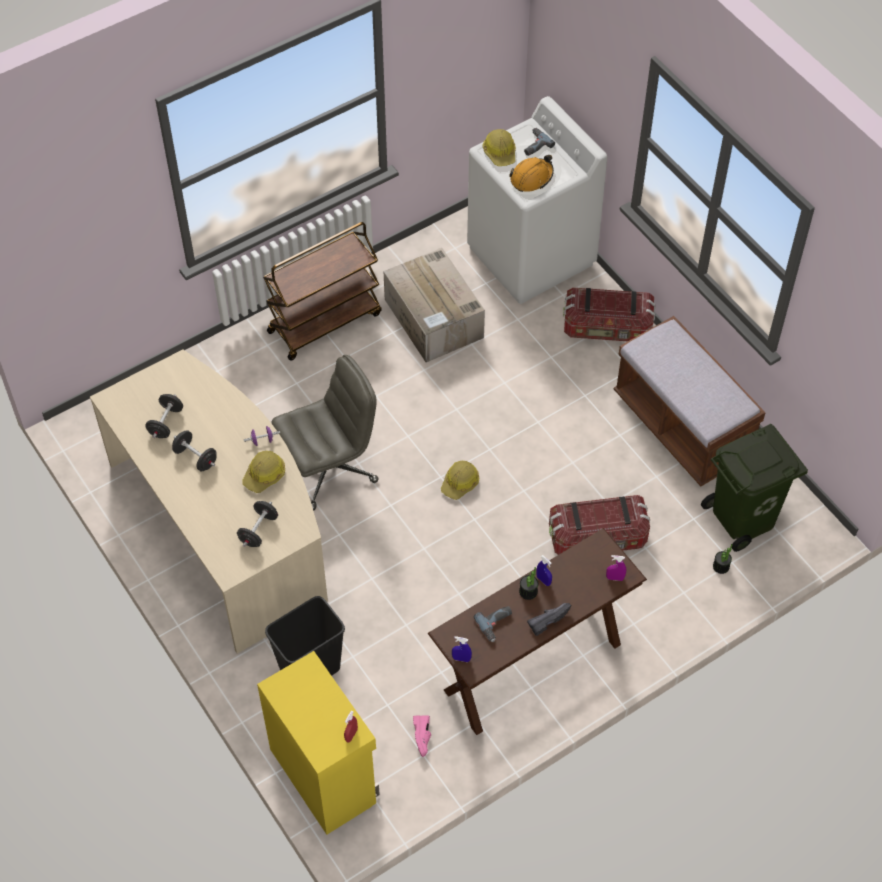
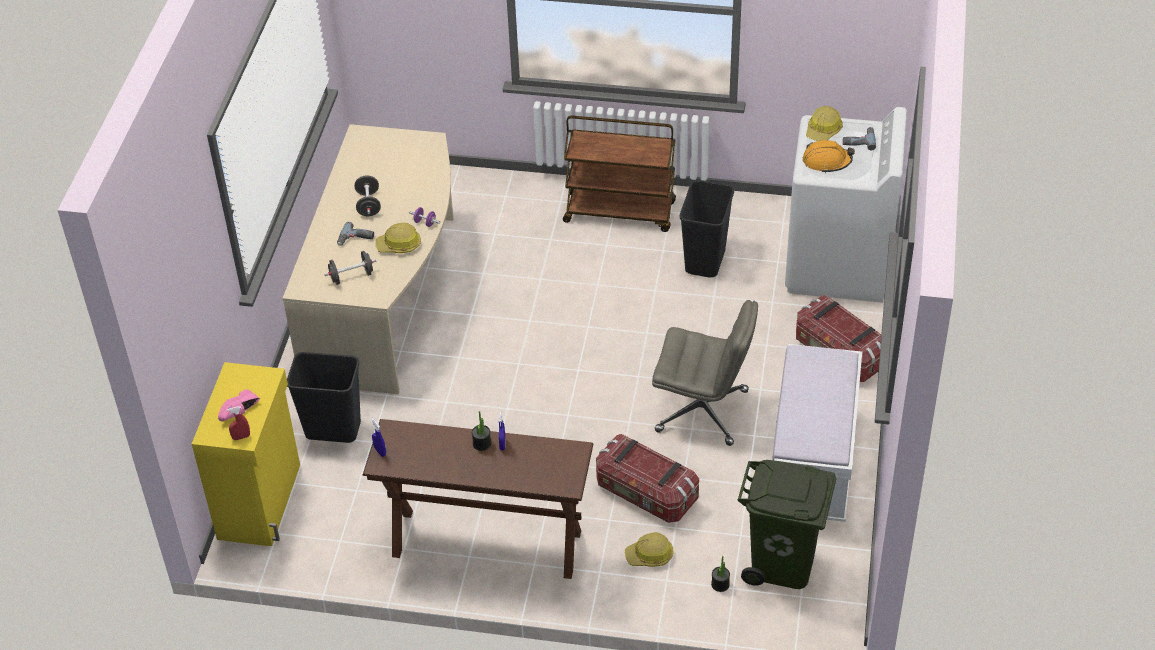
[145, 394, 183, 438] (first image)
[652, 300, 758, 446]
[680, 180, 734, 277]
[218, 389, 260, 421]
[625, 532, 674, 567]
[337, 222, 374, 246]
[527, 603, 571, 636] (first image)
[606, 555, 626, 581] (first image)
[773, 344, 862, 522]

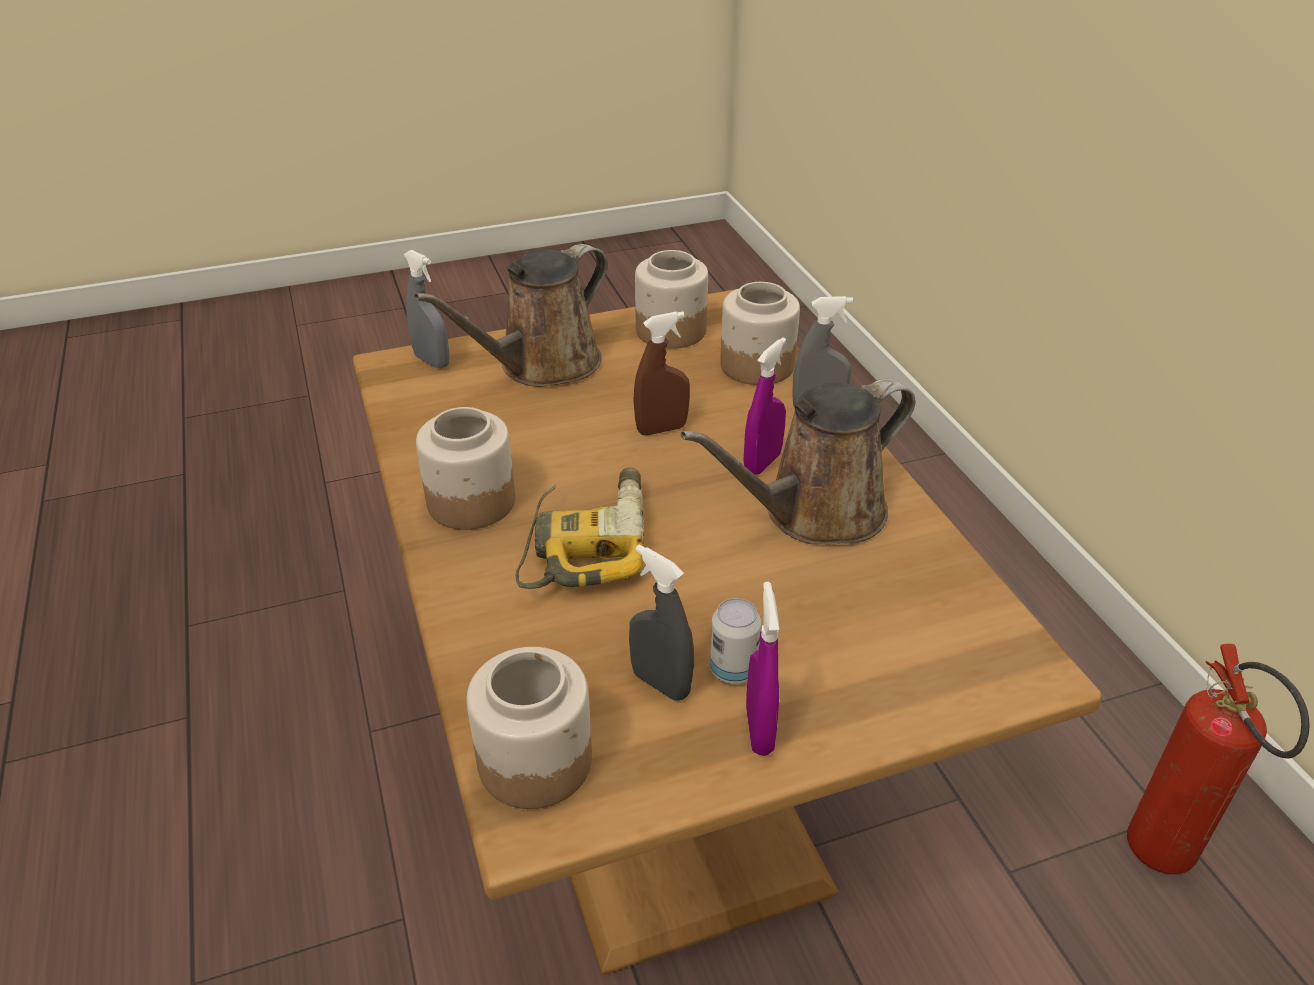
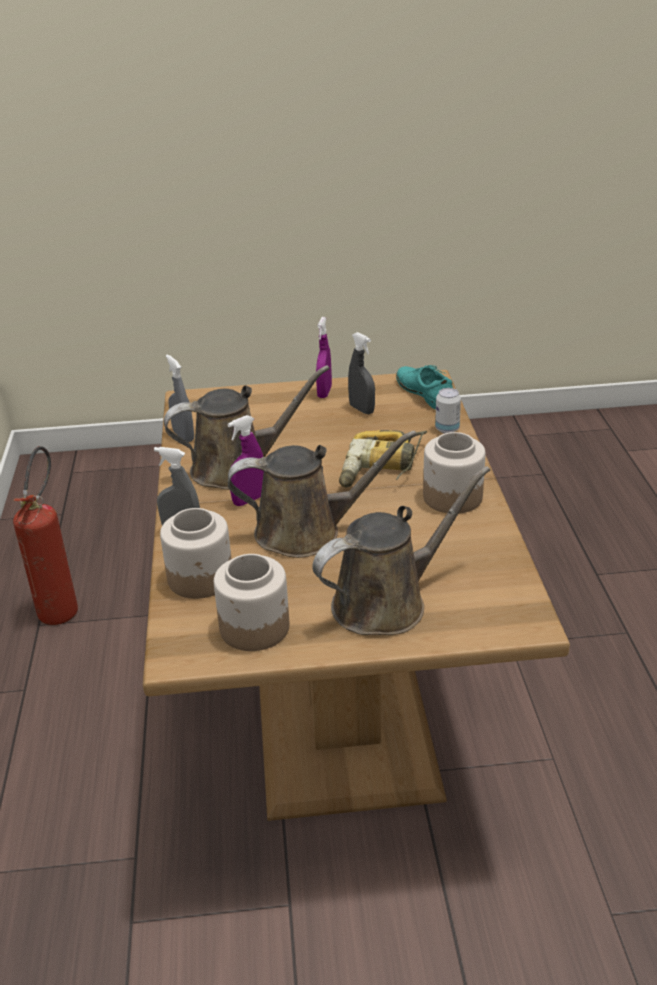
[166, 354, 194, 442]
[396, 365, 453, 410]
[228, 431, 417, 558]
[435, 388, 461, 433]

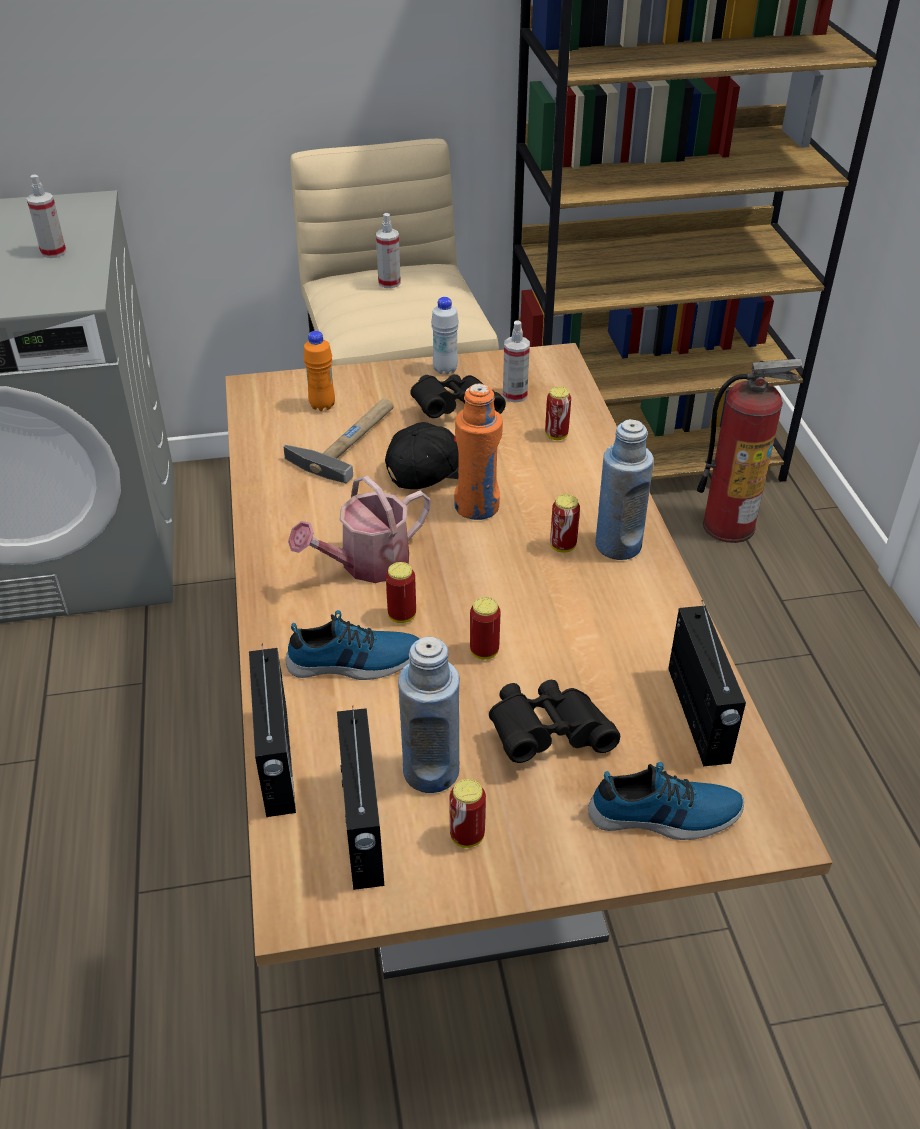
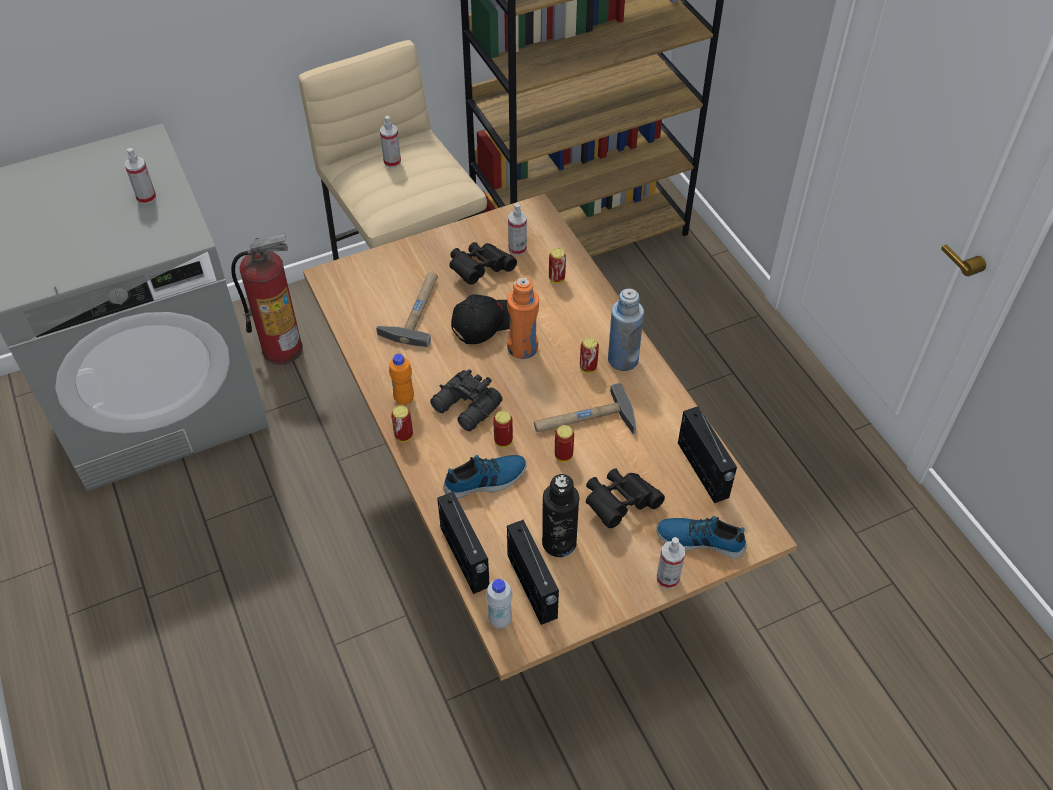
[430, 369, 502, 431]
[389, 354, 414, 405]
[542, 474, 579, 557]
[486, 579, 512, 629]
[391, 406, 413, 442]
[656, 516, 747, 559]
[231, 234, 303, 365]
[534, 383, 636, 434]
[657, 537, 685, 589]

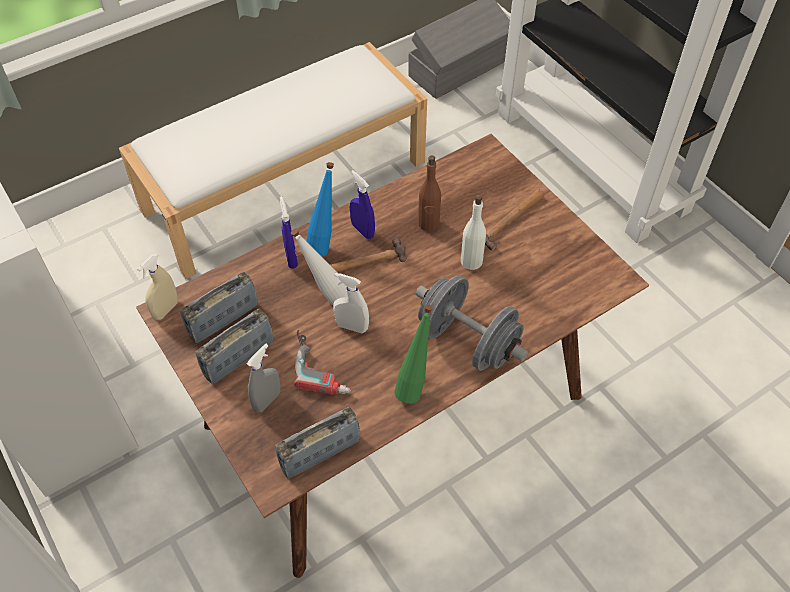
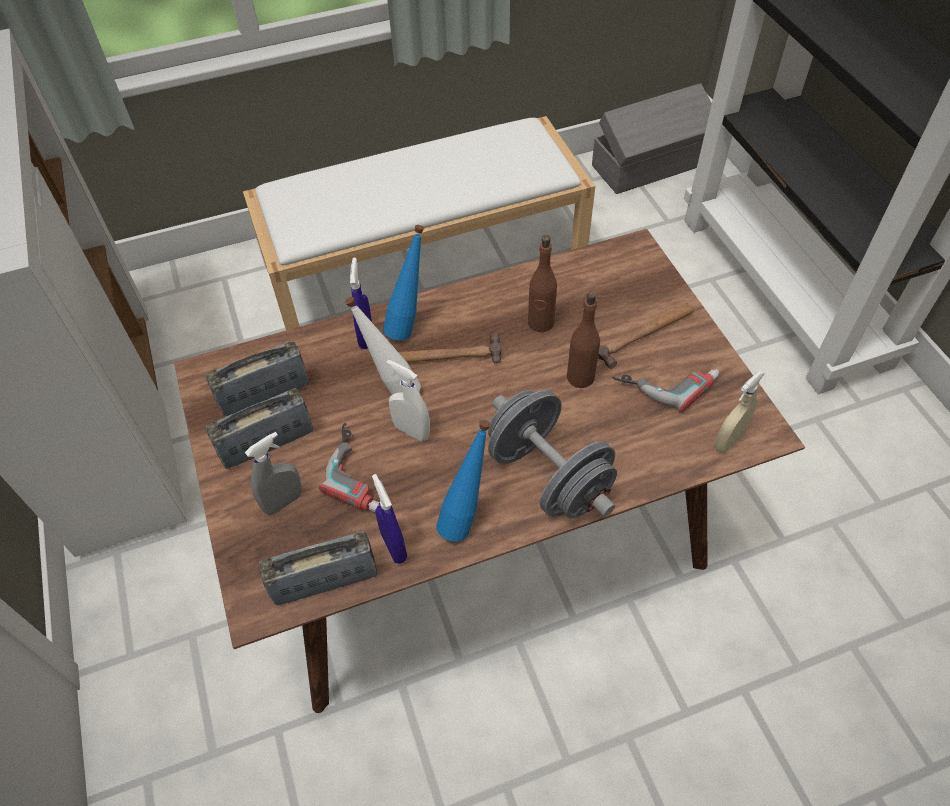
[715, 371, 765, 453]
[372, 474, 407, 564]
[436, 420, 491, 542]
[567, 292, 600, 388]
[612, 369, 719, 413]

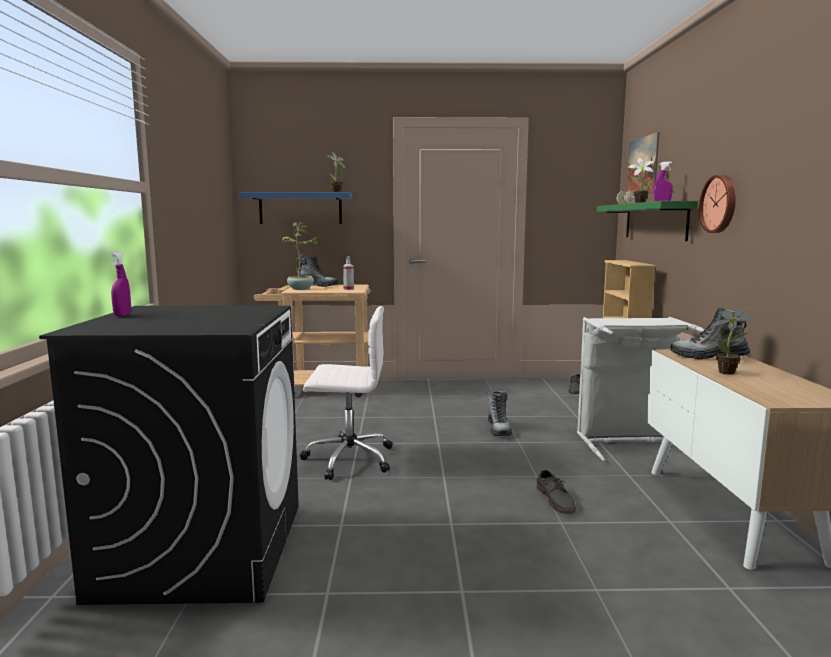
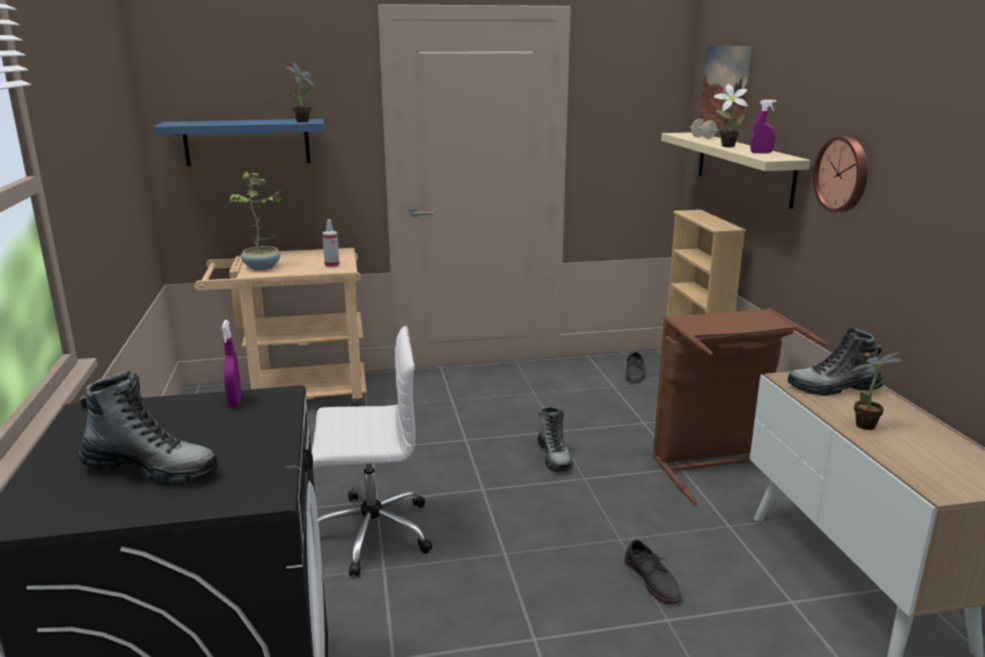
[221, 320, 242, 406]
[79, 370, 218, 487]
[652, 308, 827, 505]
[661, 132, 811, 209]

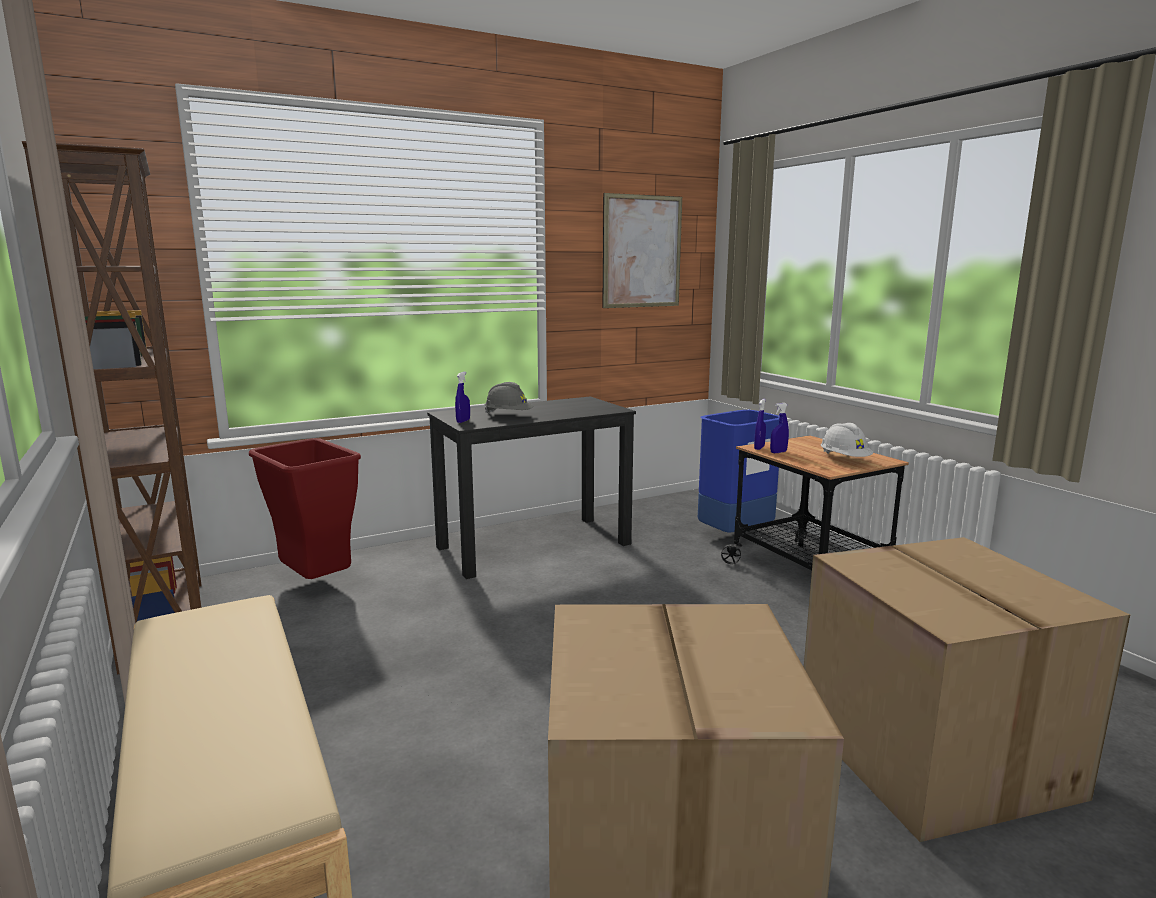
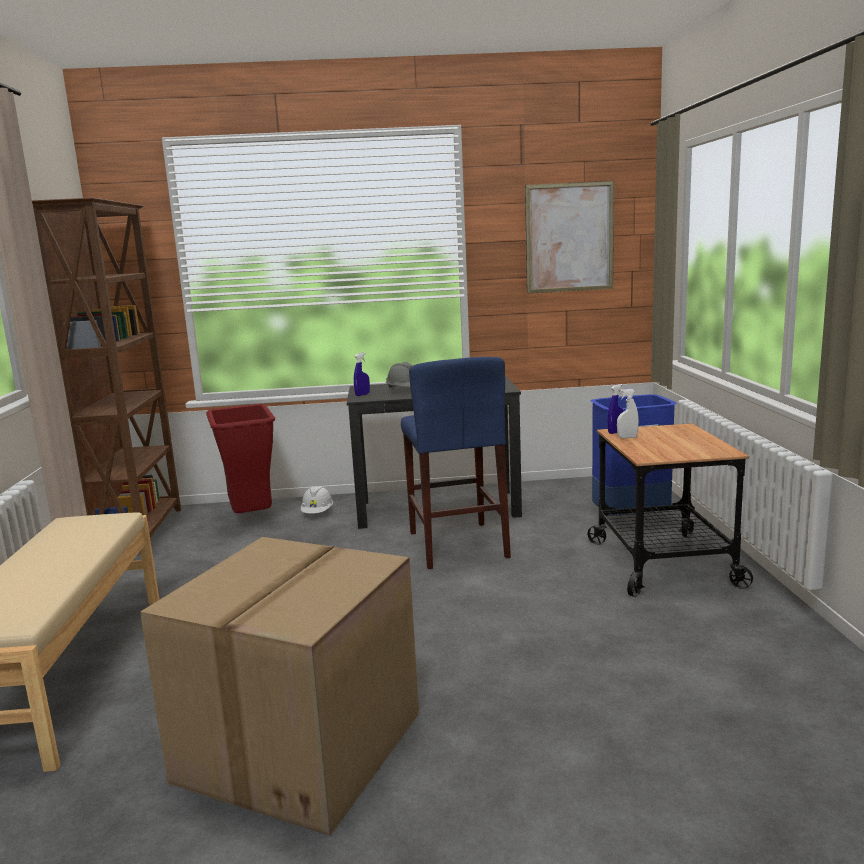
[617, 389, 639, 438]
[804, 537, 1130, 842] (first image)
[301, 486, 333, 514]
[401, 357, 511, 569]

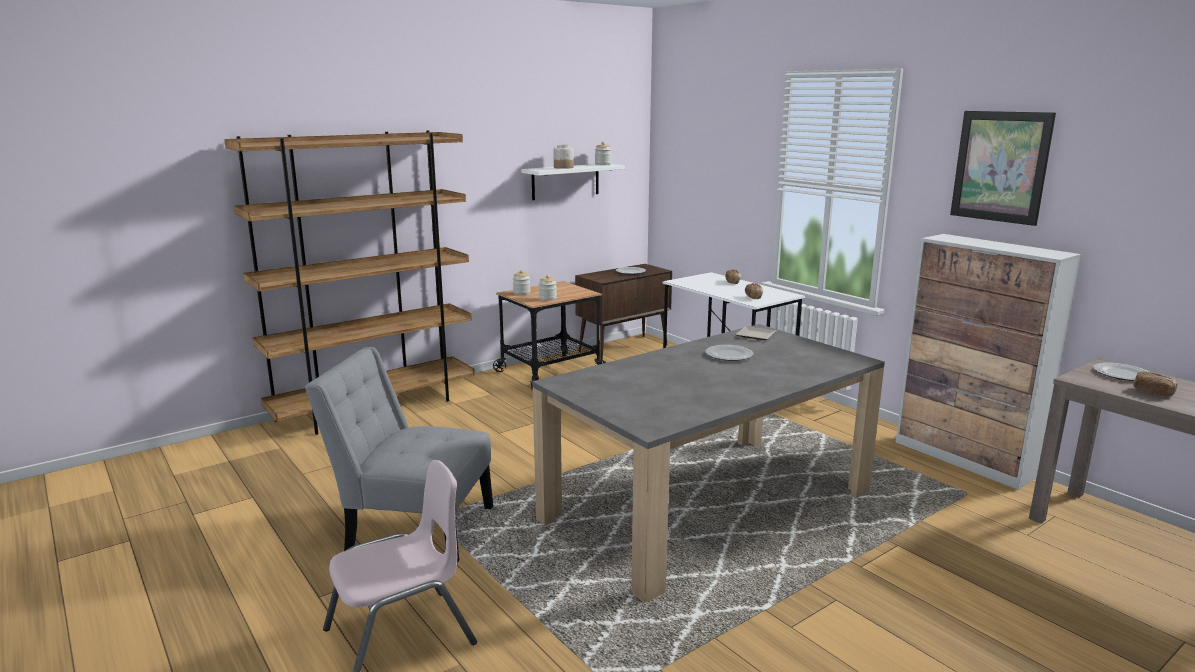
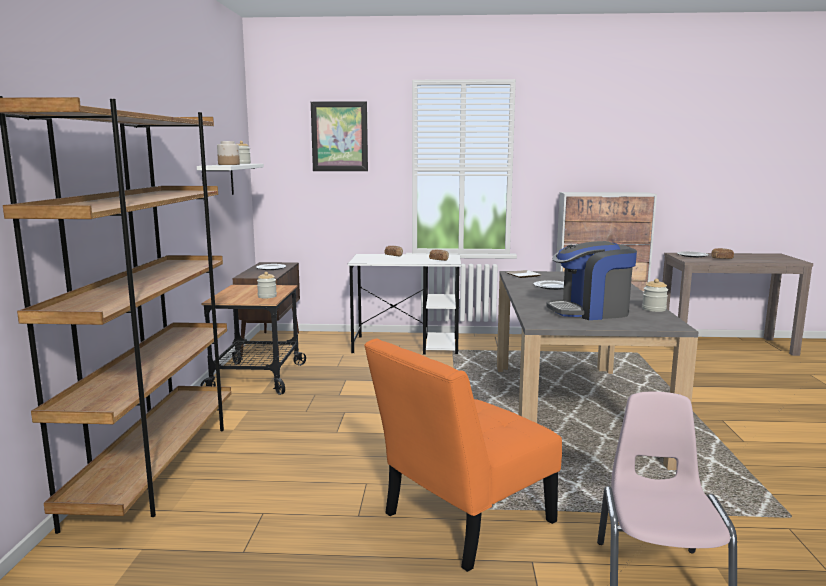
[364, 339, 562, 572]
[642, 279, 668, 312]
[311, 101, 368, 171]
[546, 241, 637, 320]

